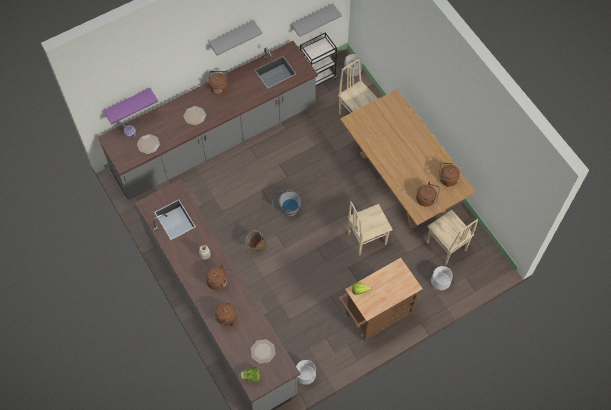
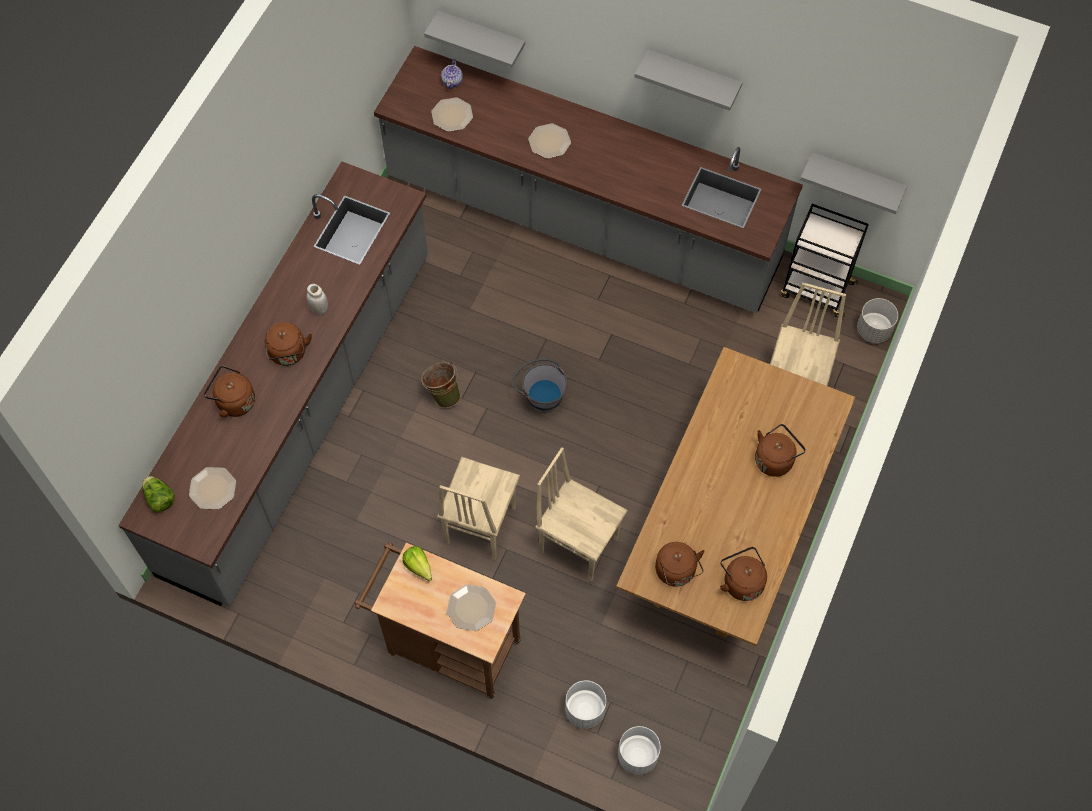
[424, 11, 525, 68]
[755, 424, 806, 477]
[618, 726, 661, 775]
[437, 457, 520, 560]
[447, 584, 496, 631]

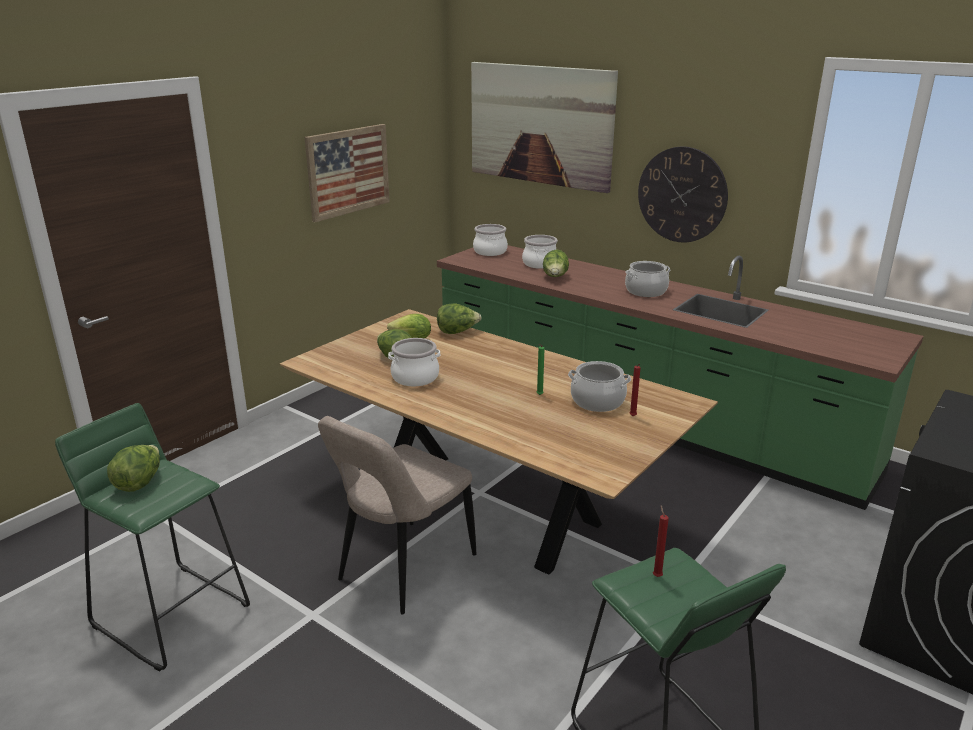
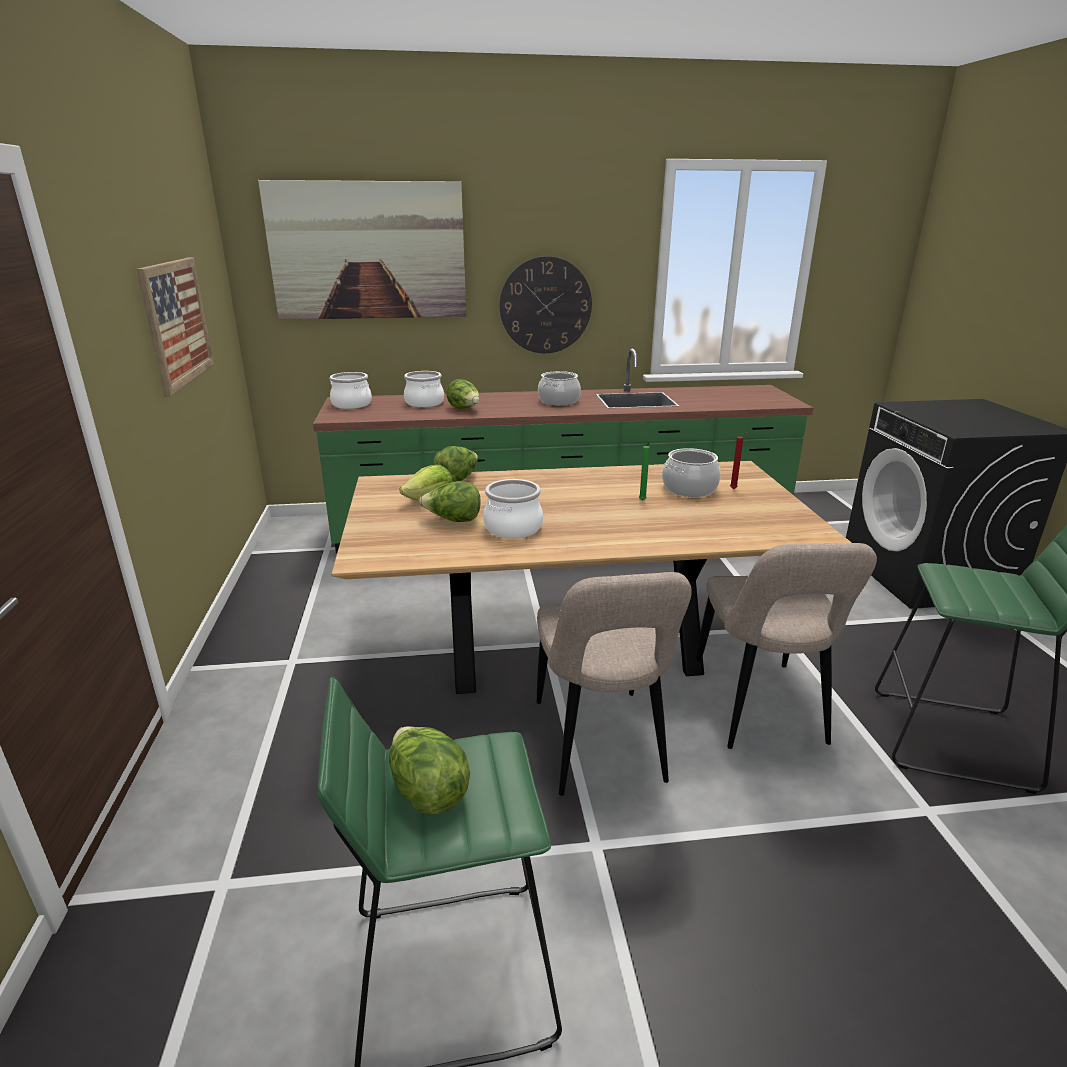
[653, 506, 669, 577] (first image)
[696, 543, 877, 749]

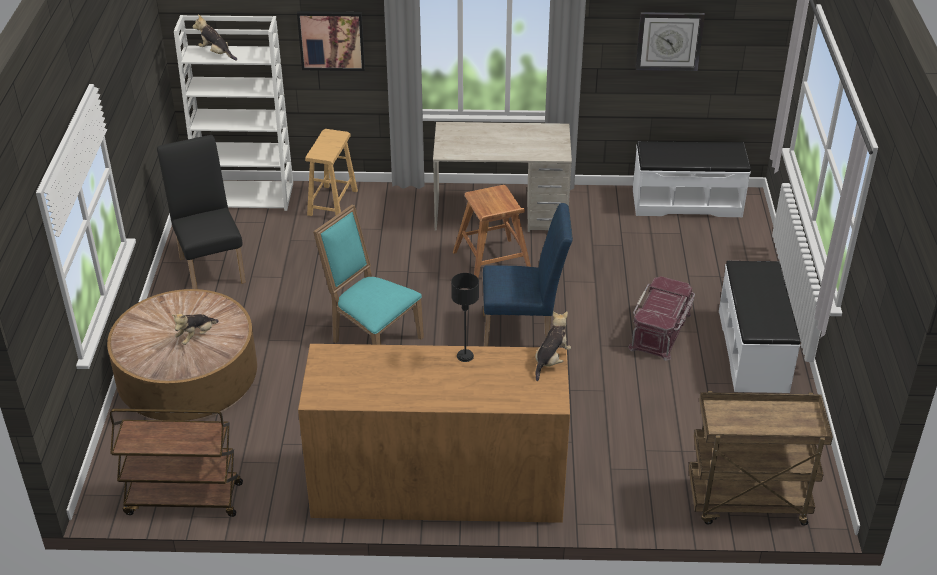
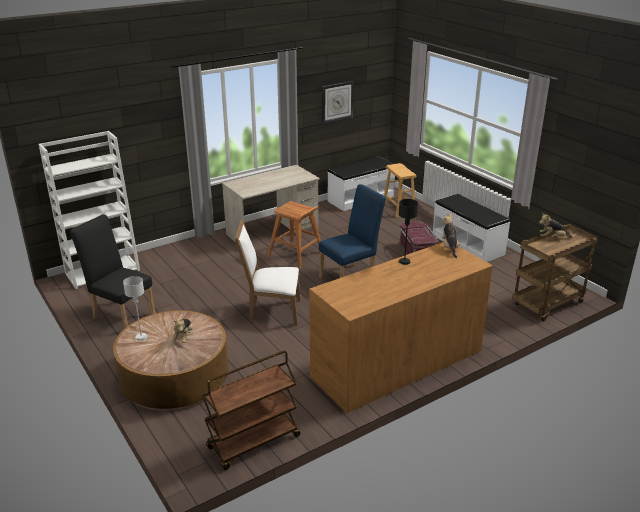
[539, 213, 572, 238]
[297, 11, 365, 71] (first image)
[384, 163, 416, 218]
[235, 220, 301, 326]
[123, 276, 147, 341]

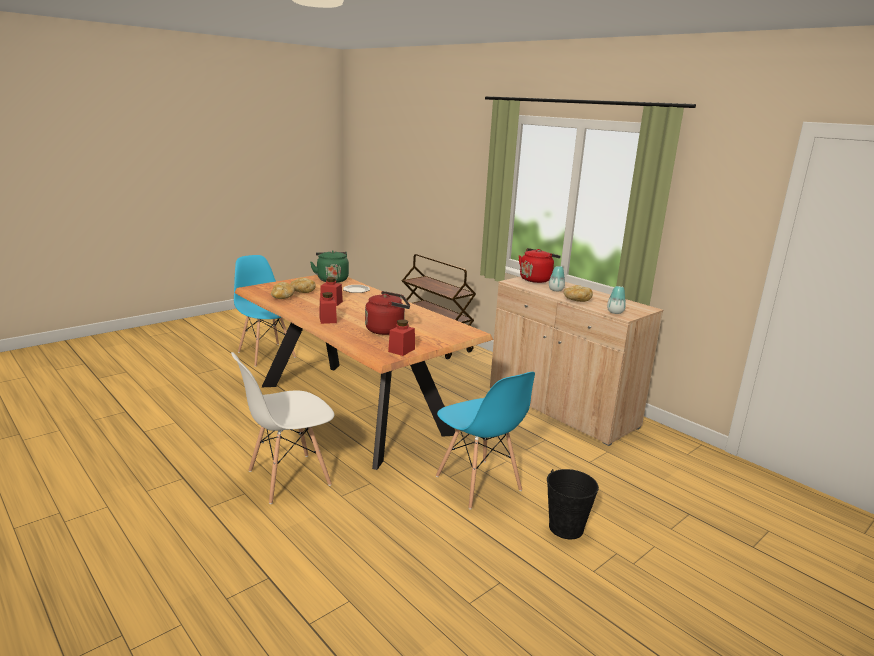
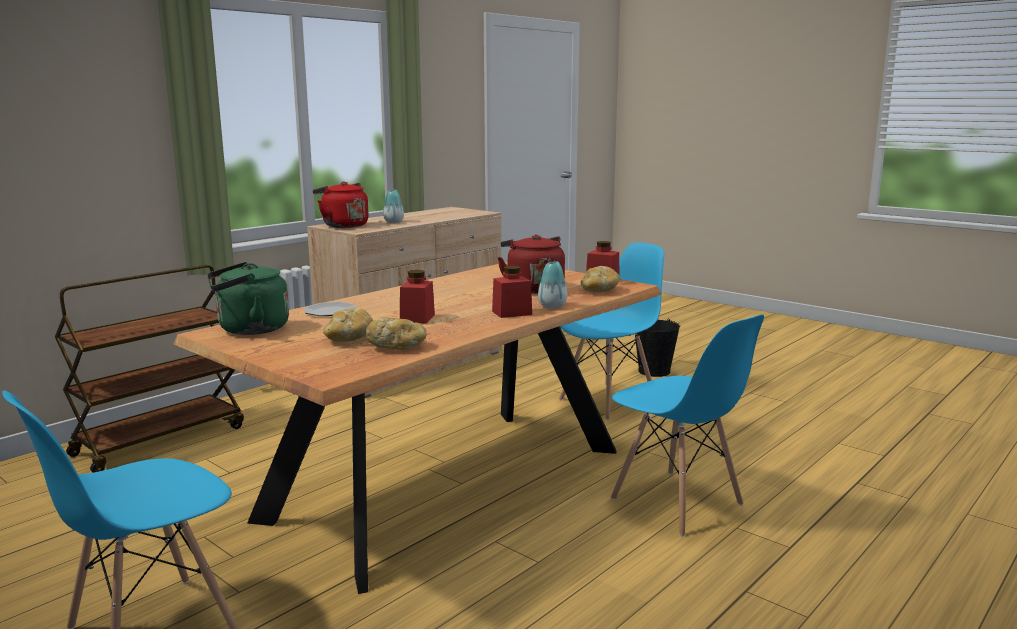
[611, 314, 764, 536]
[580, 266, 620, 292]
[538, 262, 567, 308]

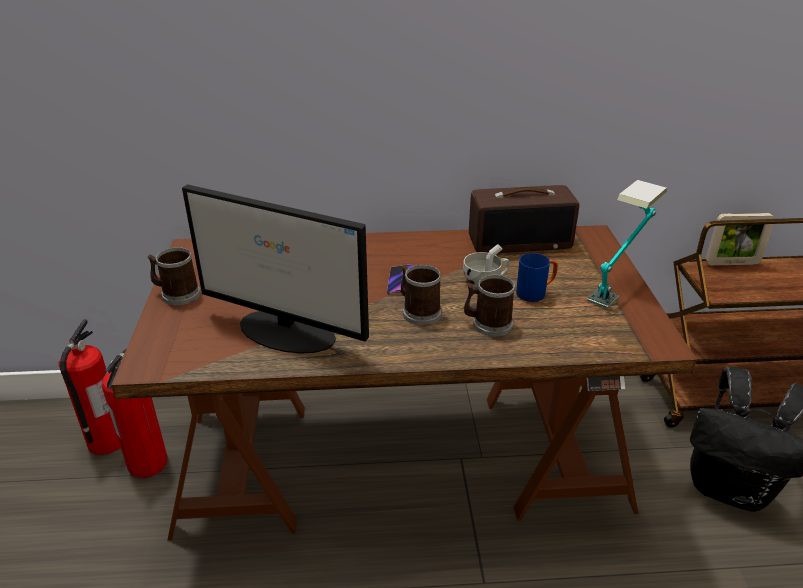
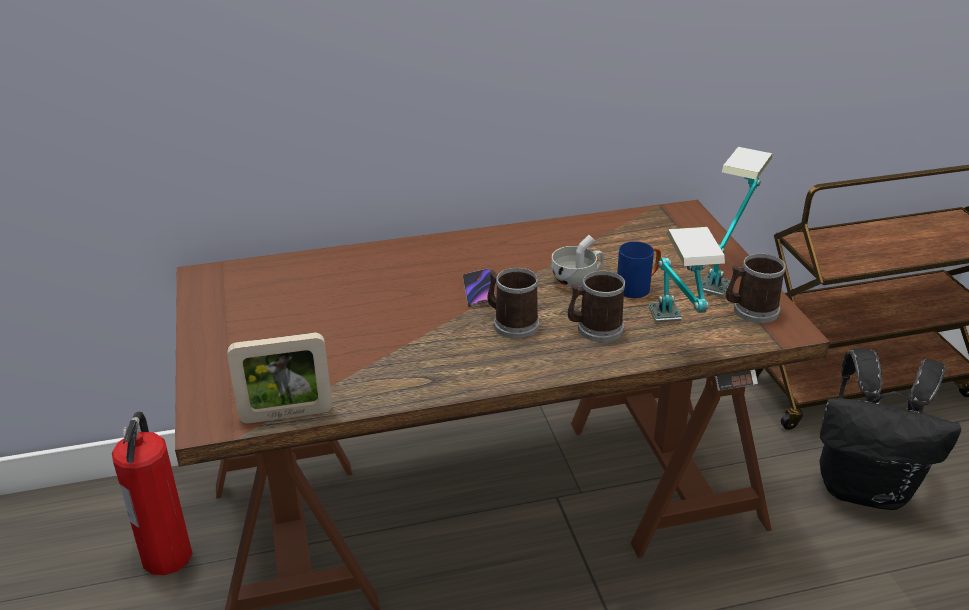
[58, 319, 120, 455] (first image)
[726, 253, 786, 323]
[182, 184, 369, 354] (first image)
[469, 185, 579, 253] (first image)
[227, 333, 332, 423]
[649, 227, 725, 323]

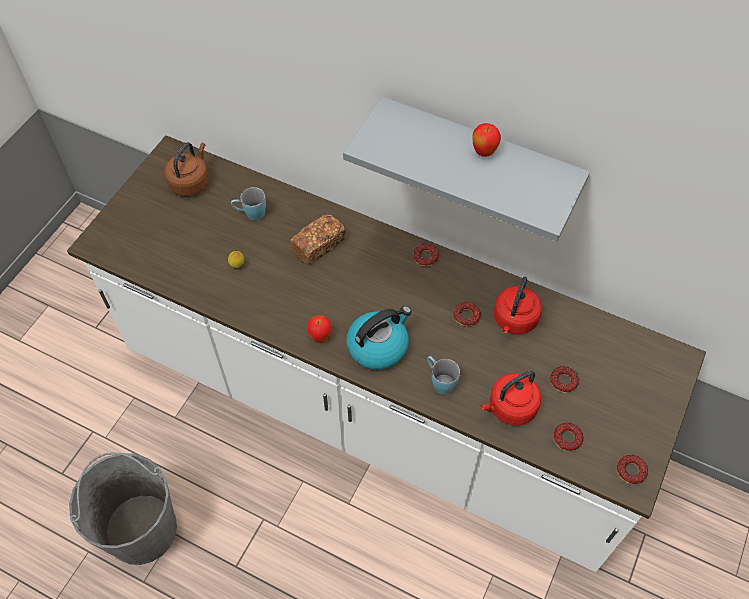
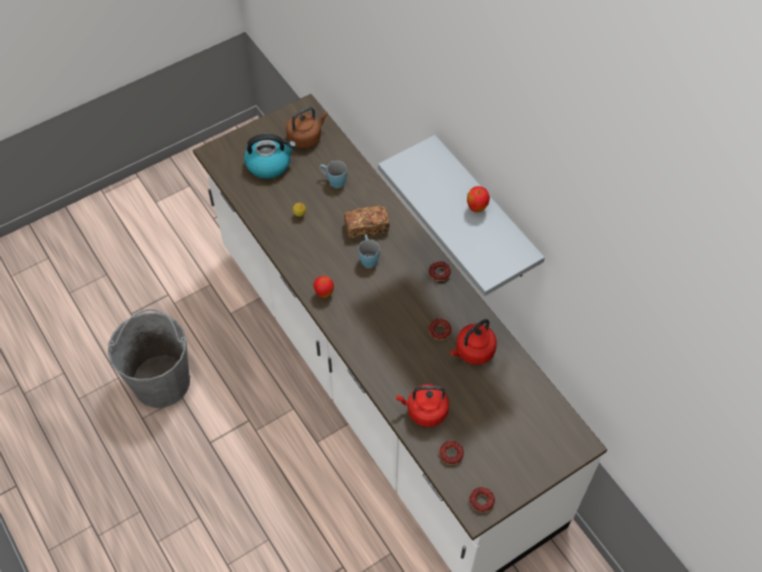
[244, 134, 296, 179]
[358, 235, 380, 268]
[550, 366, 579, 393] (first image)

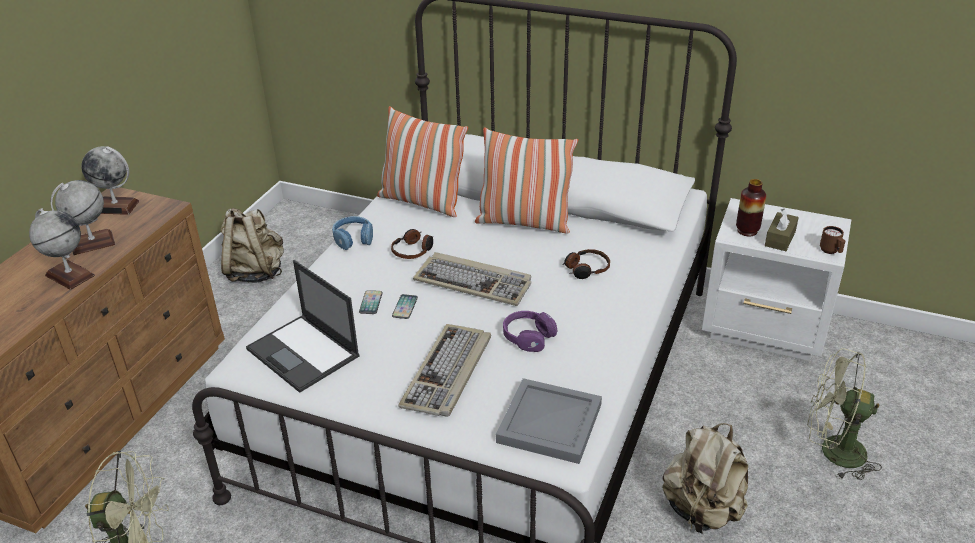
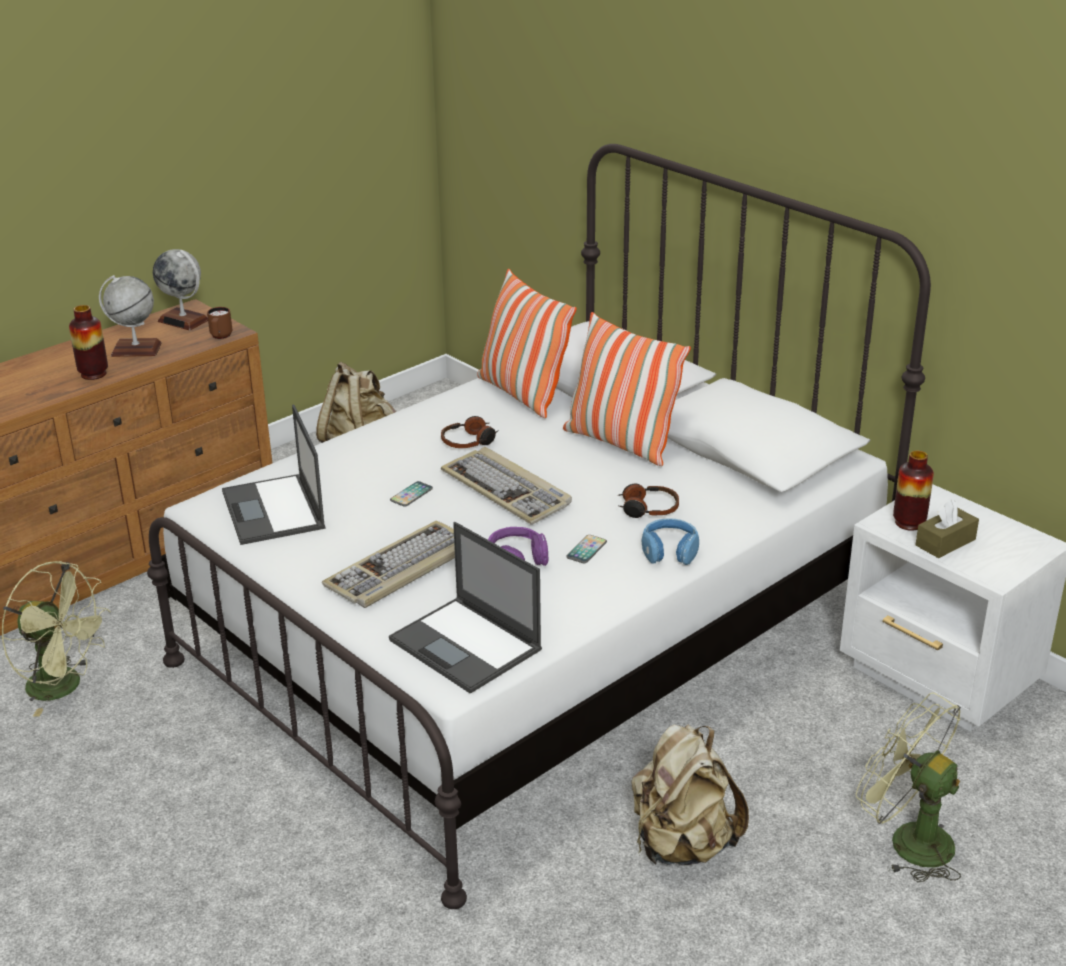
[69, 305, 108, 380]
[641, 518, 699, 565]
[566, 535, 607, 563]
[389, 522, 542, 694]
[207, 307, 232, 339]

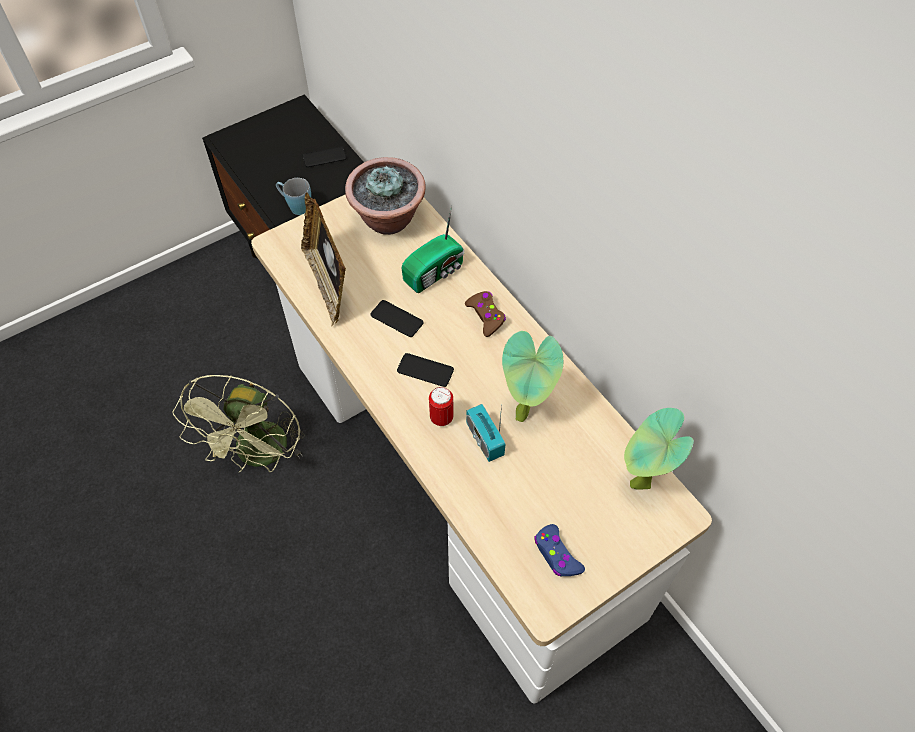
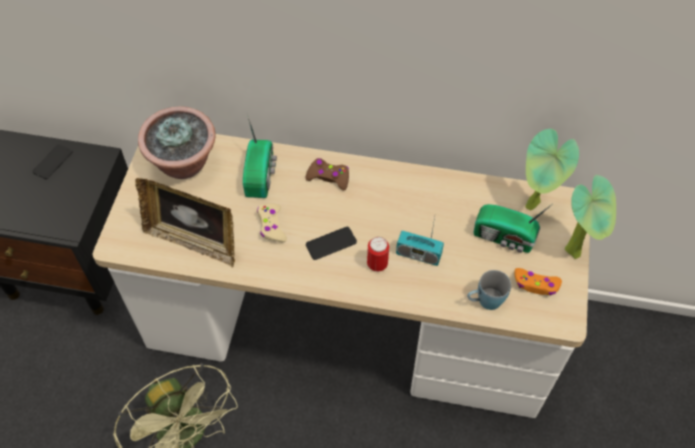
[467, 270, 511, 310]
[257, 203, 287, 242]
[565, 175, 616, 259]
[514, 268, 562, 295]
[474, 204, 552, 253]

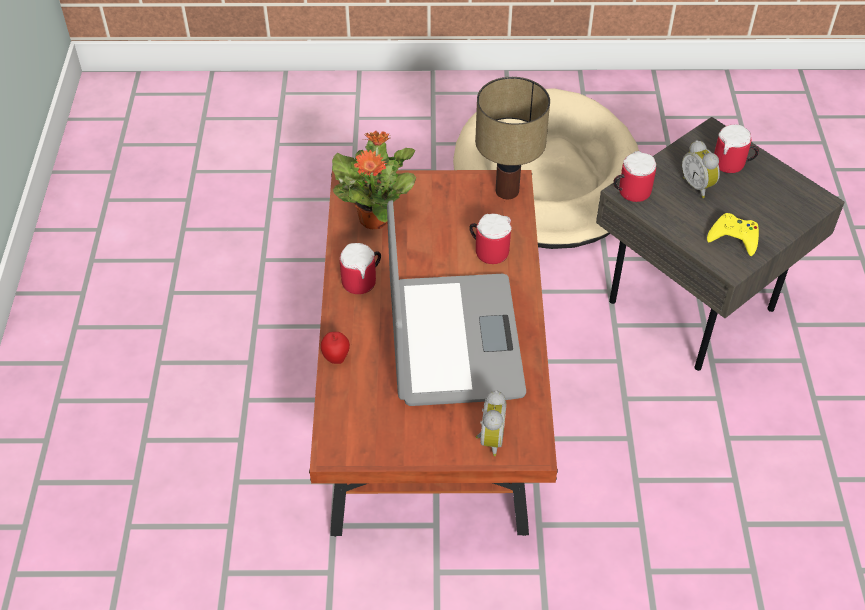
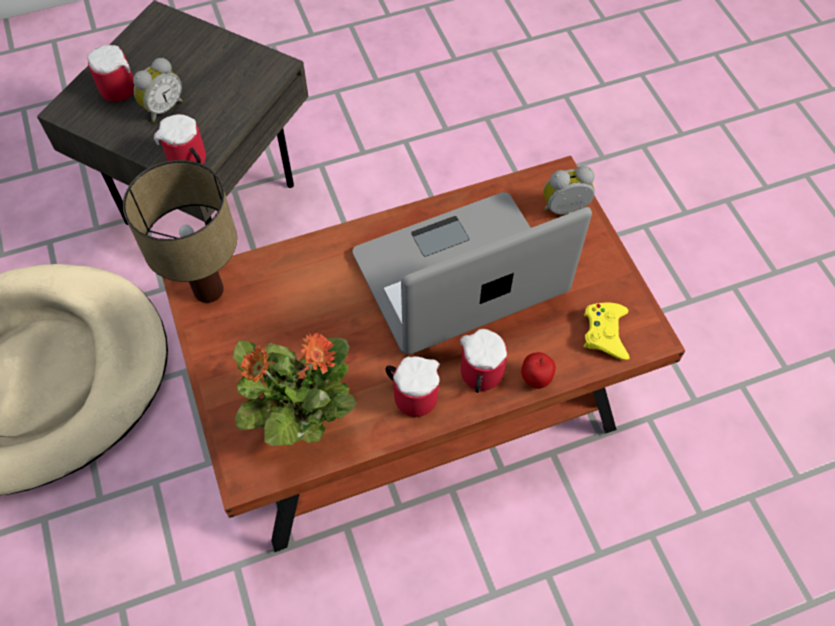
[460, 329, 507, 393]
[584, 303, 630, 360]

